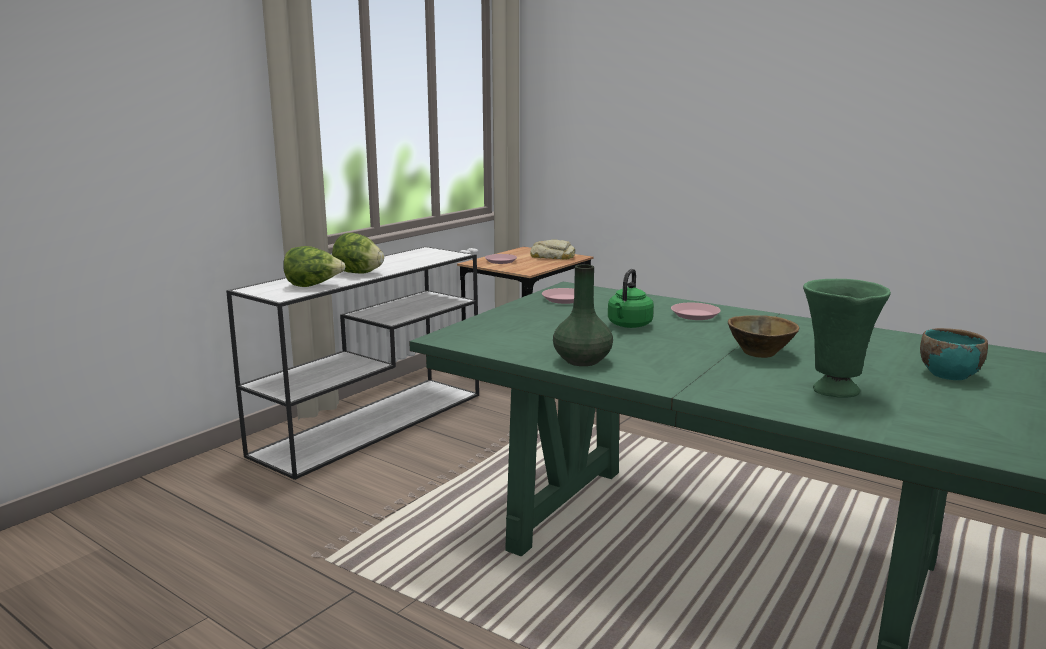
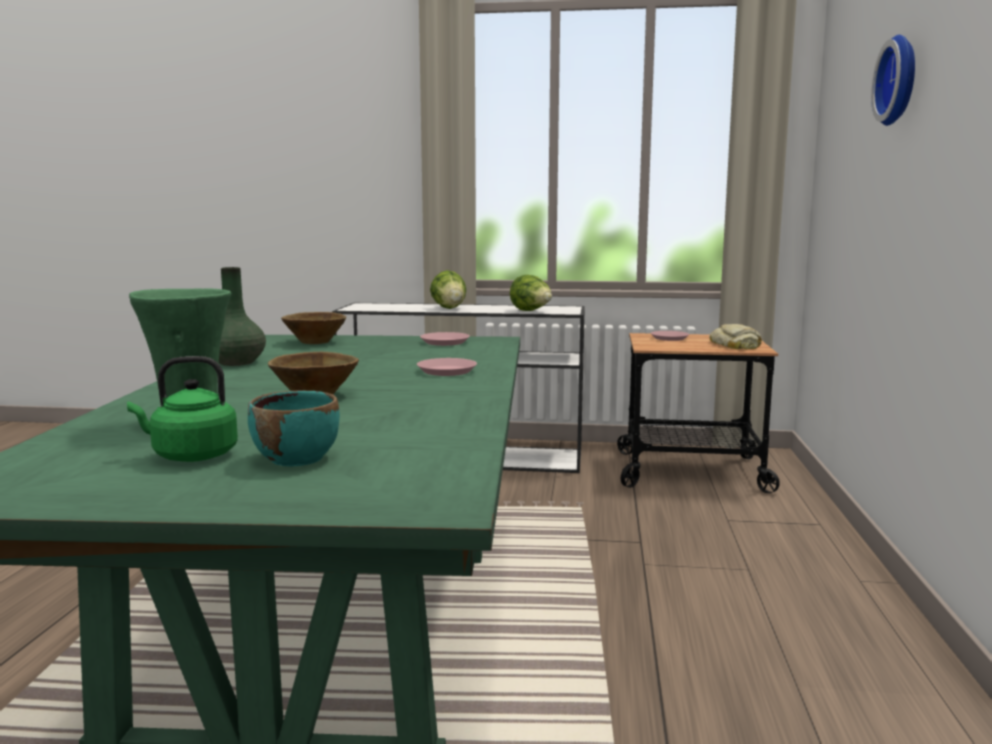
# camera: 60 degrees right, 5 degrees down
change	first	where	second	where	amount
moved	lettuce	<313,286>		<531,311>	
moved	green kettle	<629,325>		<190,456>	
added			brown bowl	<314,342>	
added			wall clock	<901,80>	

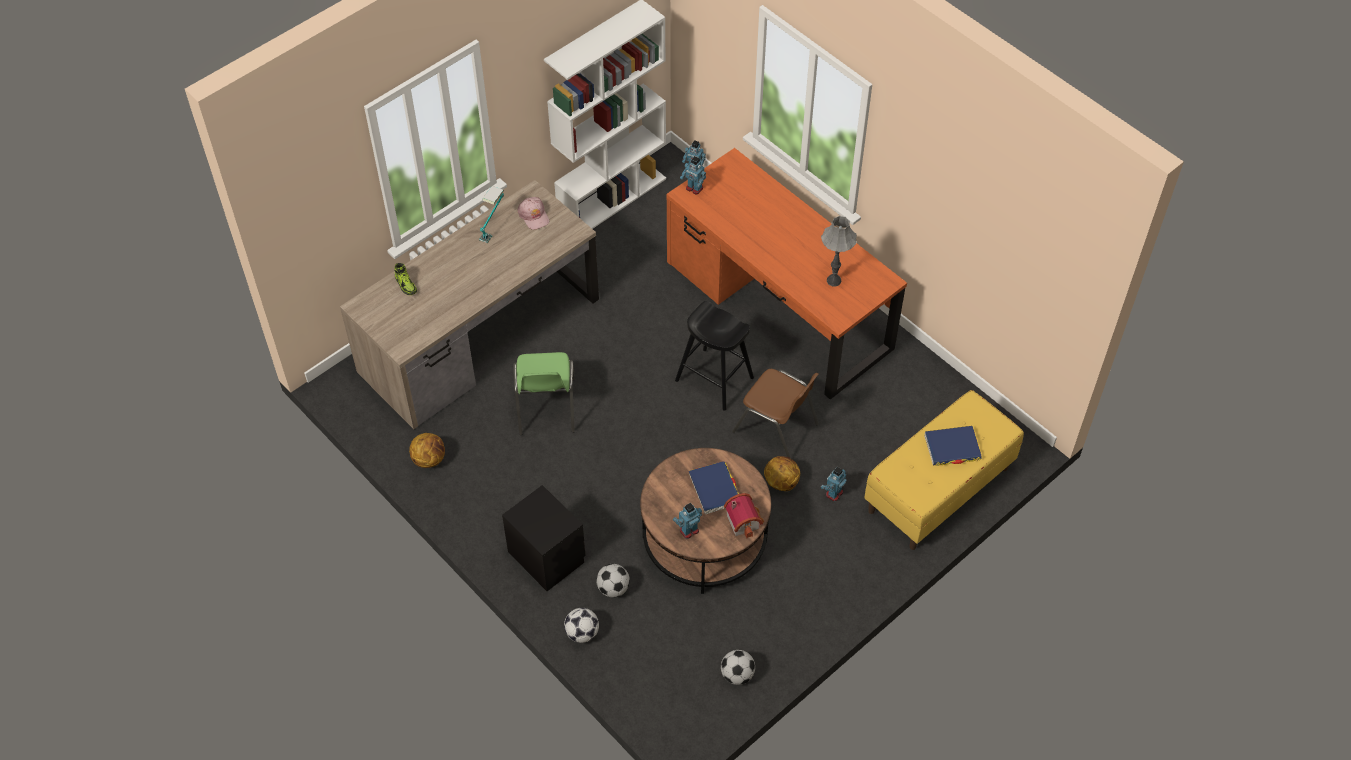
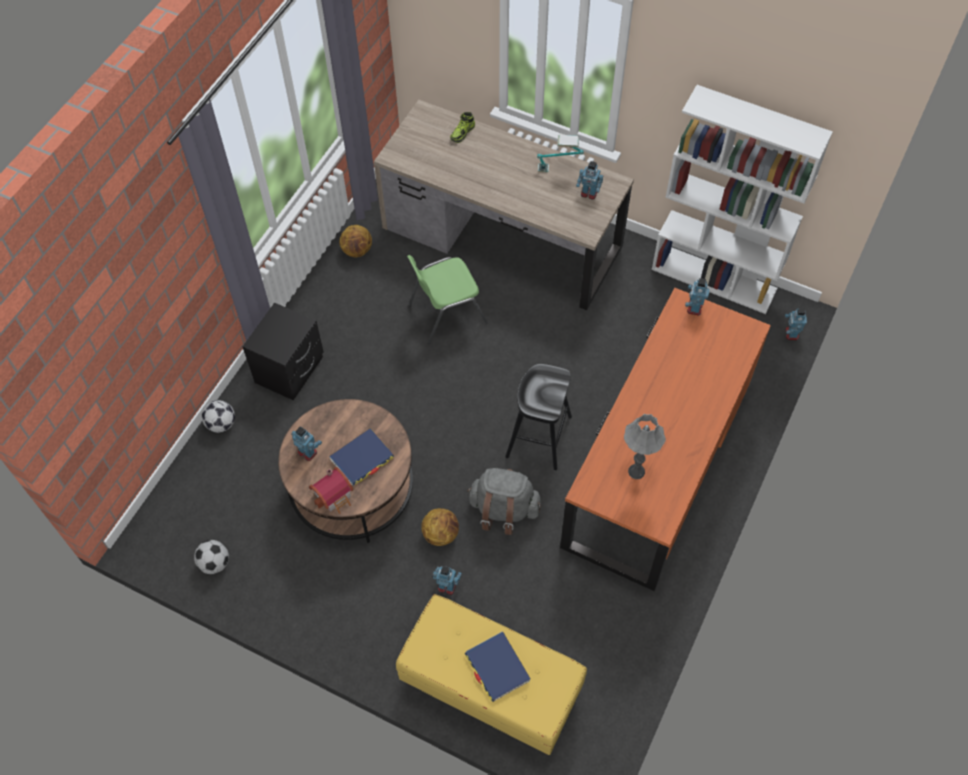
# camera: 70 degrees right, 5 degrees up
change	first	where	second	where	amount
replaced	pink cap	<534,216>	toy robot	<589,193>	
removed	football	<613,588>			
replaced	brown chair	<776,428>	grey backpack	<503,510>	

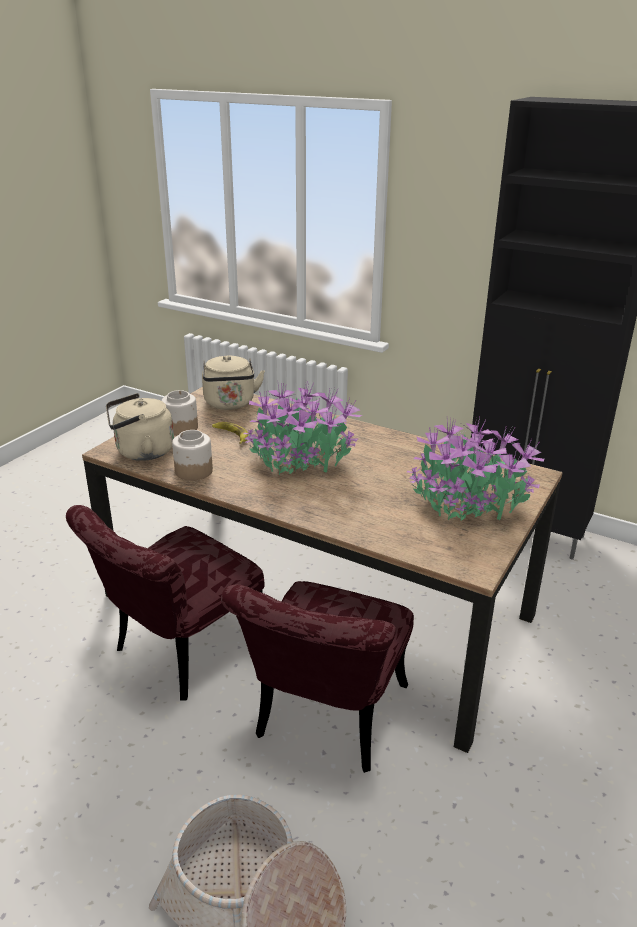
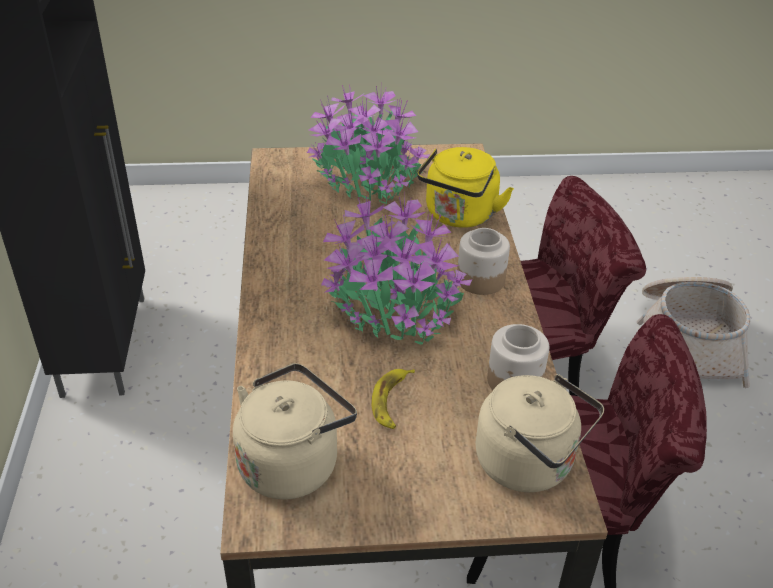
# camera: 125 degrees left, 10 degrees up
change	first	where	second	where	amount
moved	jar	<181,428>		<480,280>	
added			yellow kettle	<459,216>	

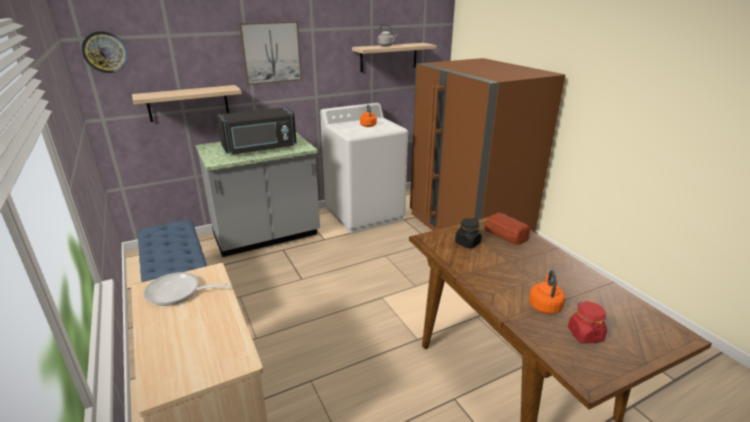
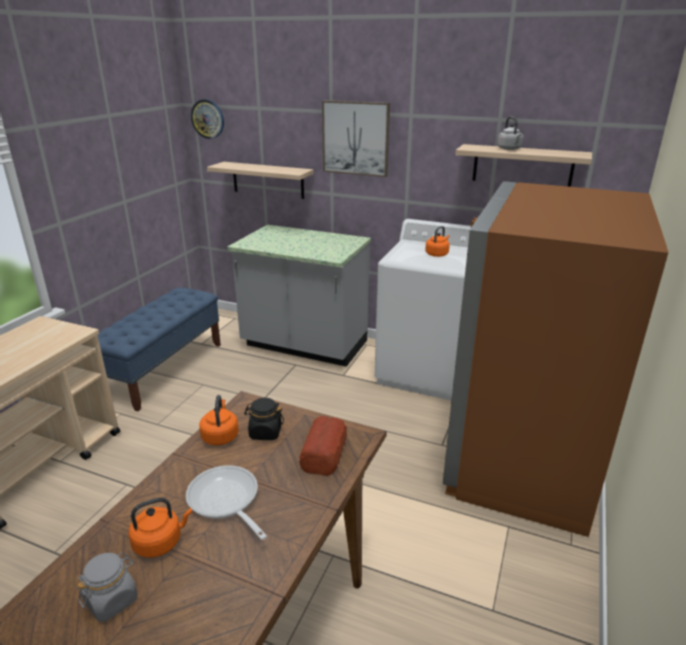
# camera: 50 degrees right, 0 degrees up
change	first	where	second	where	amount
moved	frying pan	<178,293>		<225,501>	
removed	black microwave	<260,148>			
recoloured	red jar	<584,334>	grey jar	<112,600>	
added			orange kettle	<220,436>	

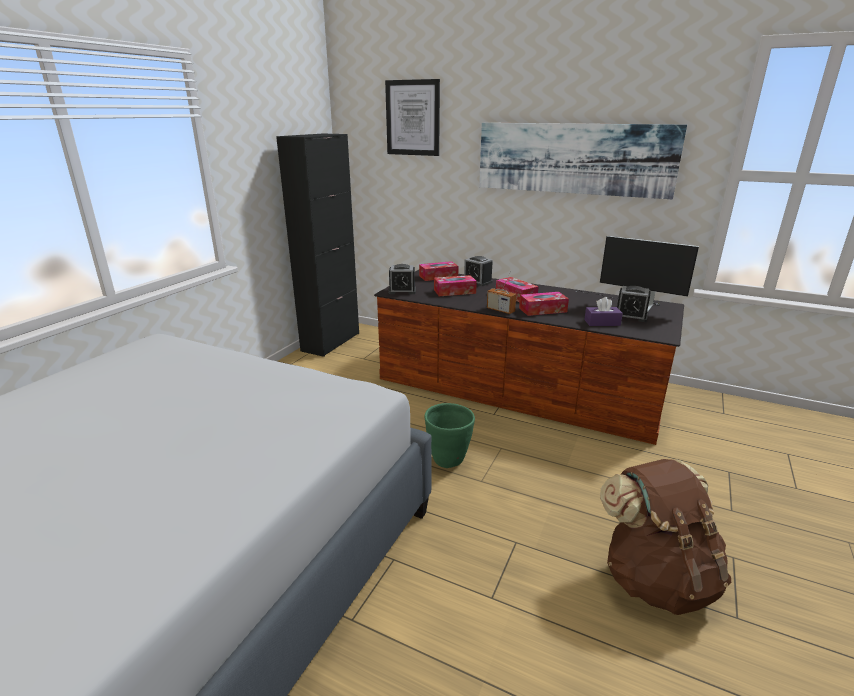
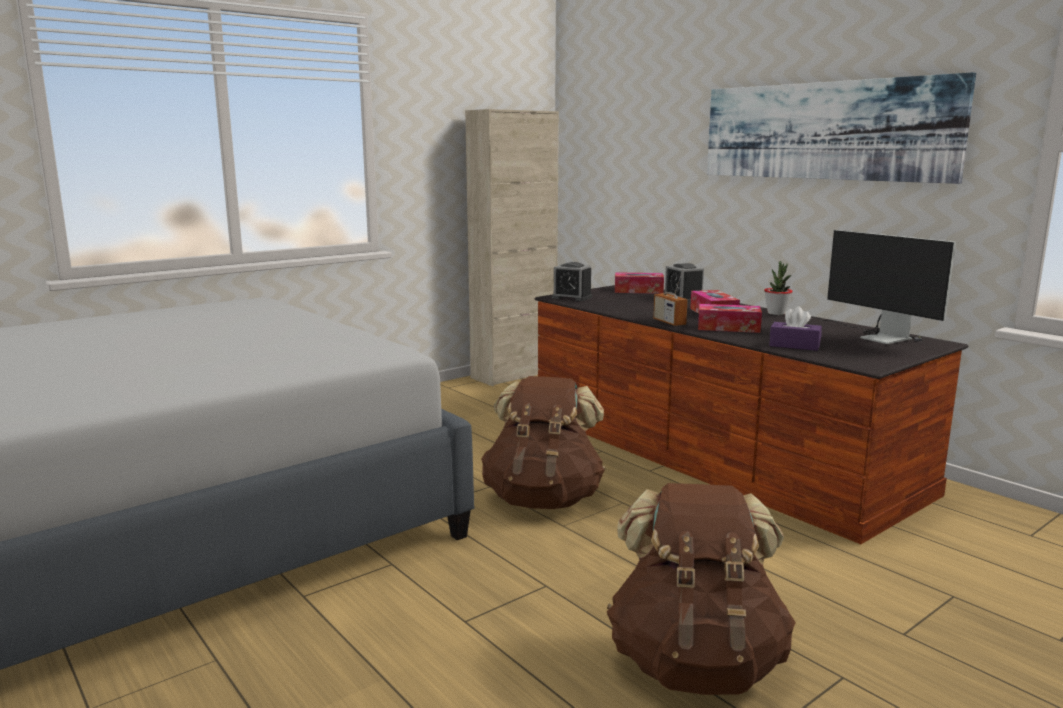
# camera: 25 degrees right, 10 degrees down
change	first	where	second	where	amount
recoloured	black cabinet	<331,342>	beige cabinet	<514,374>	
removed	picture	<413,118>			
replaced	green planter	<448,460>	brown backpack	<543,499>	
removed	tissue box	<454,291>			
removed	alarm clock	<630,316>			
added			potted plant	<776,313>	

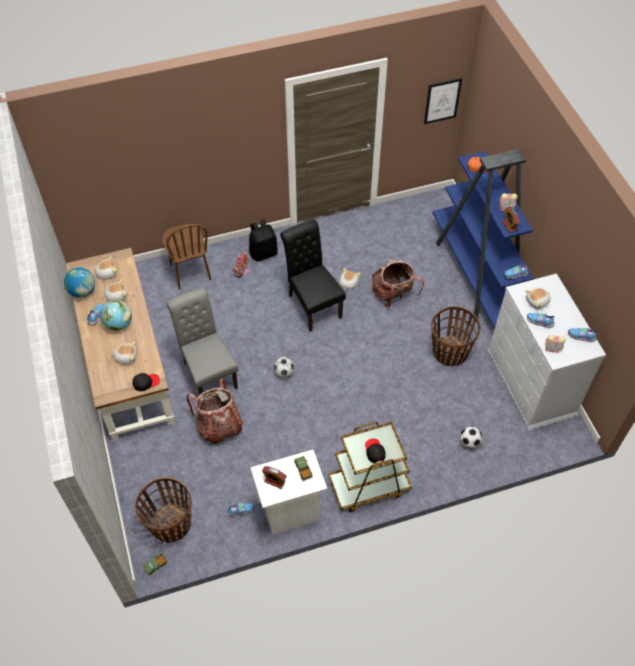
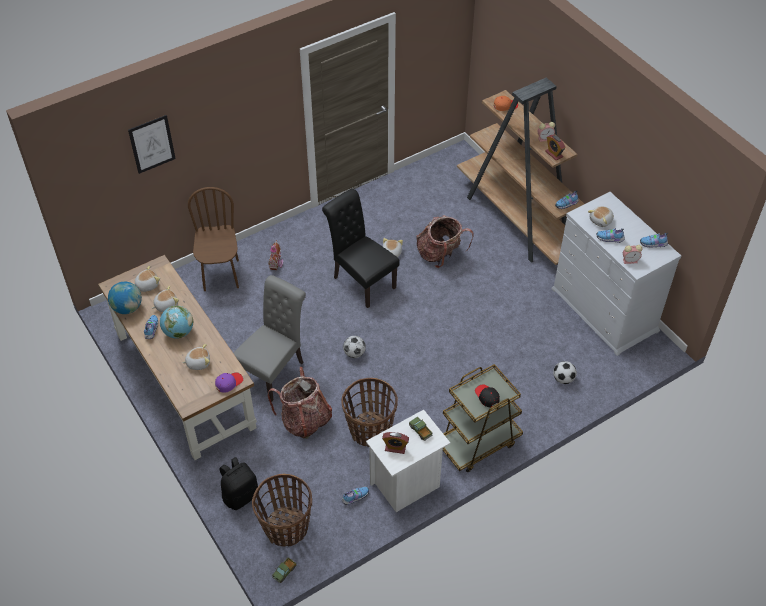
# camera: 15 degrees left, 5 degrees down
change	first	where	second	where	amount
recoloured	black cap	<146,382>	purple cap	<229,383>	
turned	brown chair	<190,272>		<220,275>	150 degrees counterclockwise
turned	grey chair	<208,372>		<274,370>	75 degrees clockwise
moved	black backpack	<263,253>		<240,495>	
moved	picture	<442,101>		<152,144>	
moved	basket	<450,352>		<370,430>	
recoloured	blue bookcase	<477,276>	brown bookcase	<518,221>	

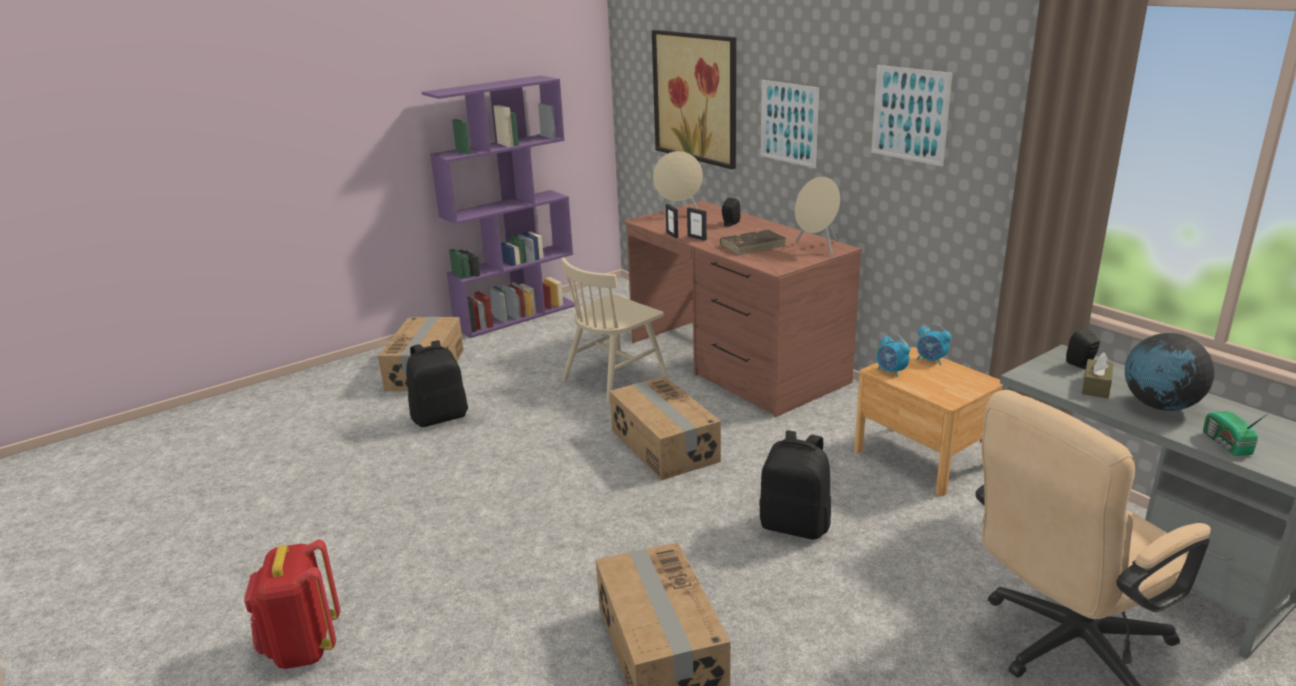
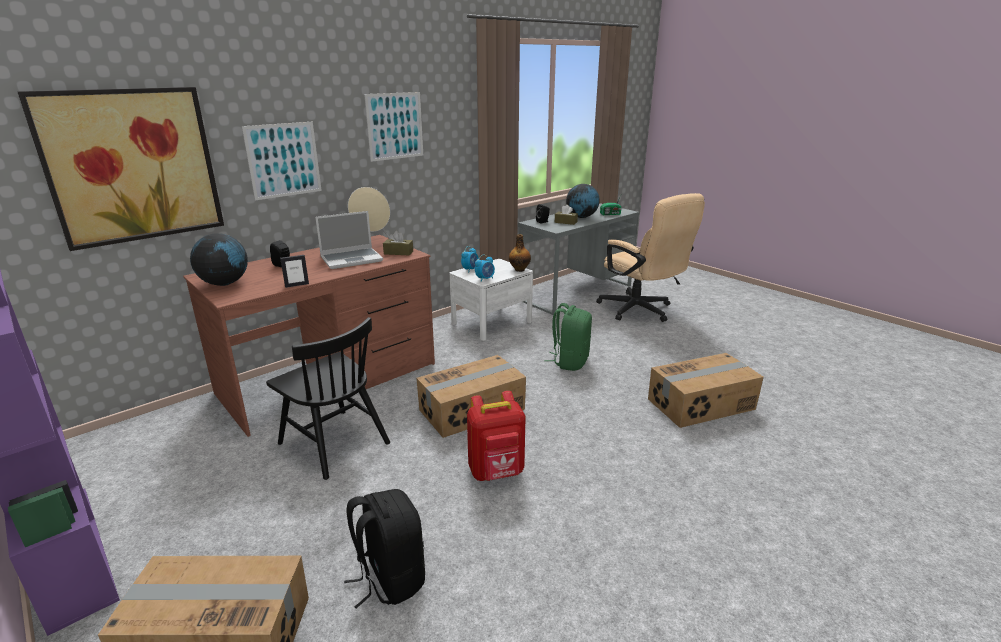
# camera: 95 degrees left, 0 degrees up
change	first	where	second	where	amount
moved	red backpack	<303,648>		<497,472>	
recoloured	beige chair	<615,378>	black chair	<334,443>	
replaced	beige speaker	<679,214>	globe	<224,283>	
removed	picture frame	<697,238>			
replaced	brown book	<753,245>	laptop	<352,259>	
recoloured	black backpack	<795,525>	green backpack	<569,362>	
recoloured	brown nightstand	<922,457>	white nightstand	<491,323>	
added			brown tissue box	<398,252>	
added			bottle	<519,269>	

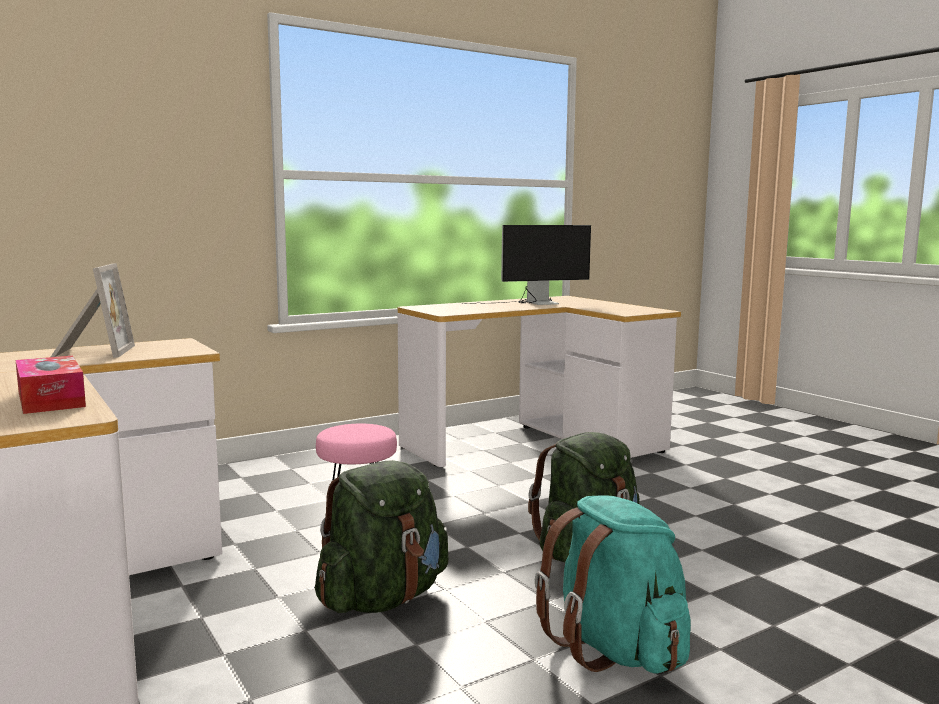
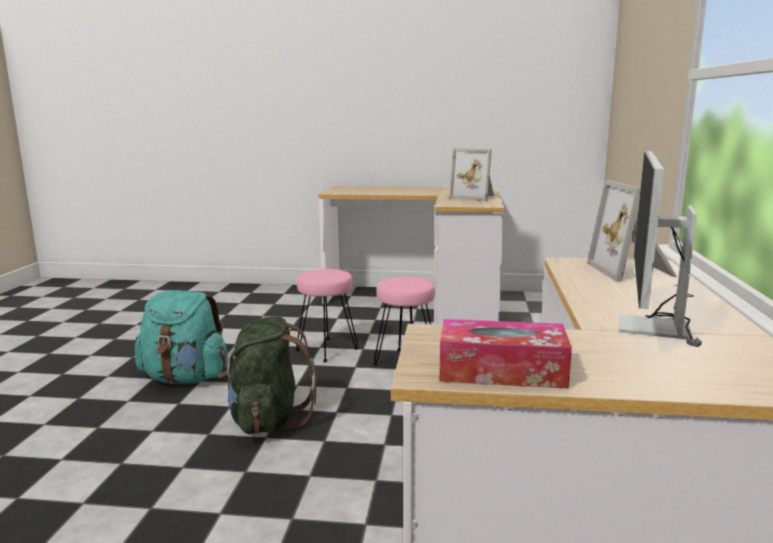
# camera: 130 degrees right, 5 degrees up
change	first	where	second	where	amount
moved	tissue box	<51,399>		<501,371>	
replaced	green backpack	<383,598>	pink stool	<327,350>	
added			picture frame	<633,271>	

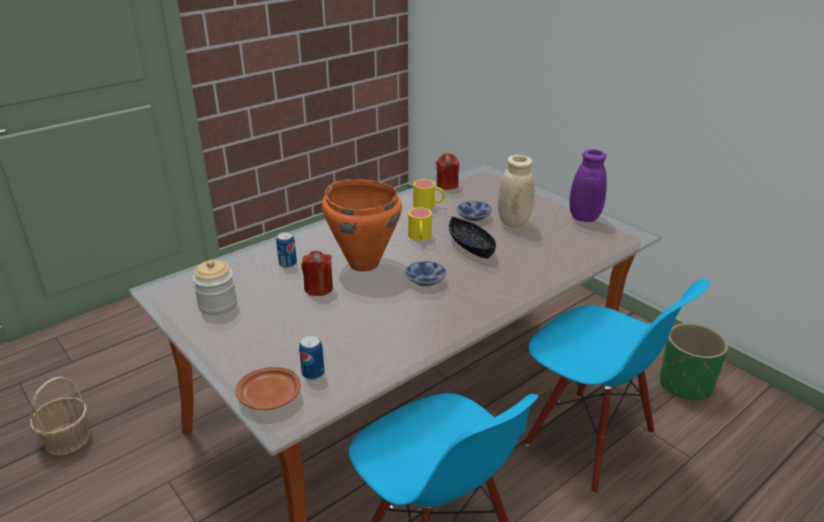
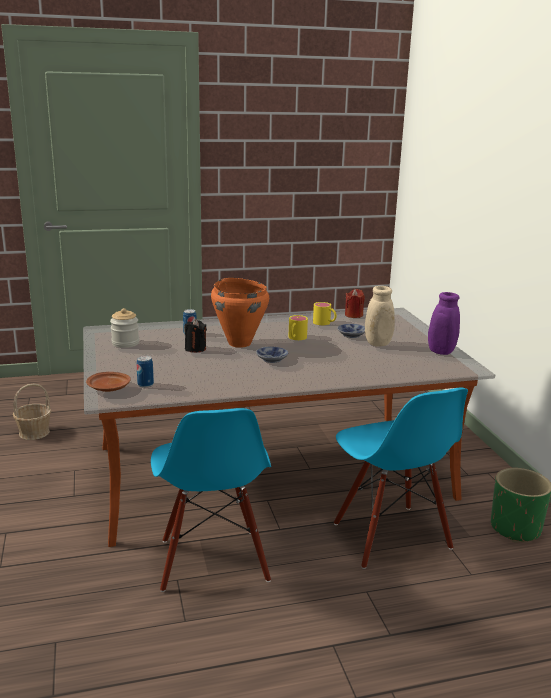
# camera: 25 degrees right, 10 degrees down
change	first	where	second	where	amount
recoloured	red candle	<318,288>	black candle	<195,348>	
removed	black bowl	<470,245>			

